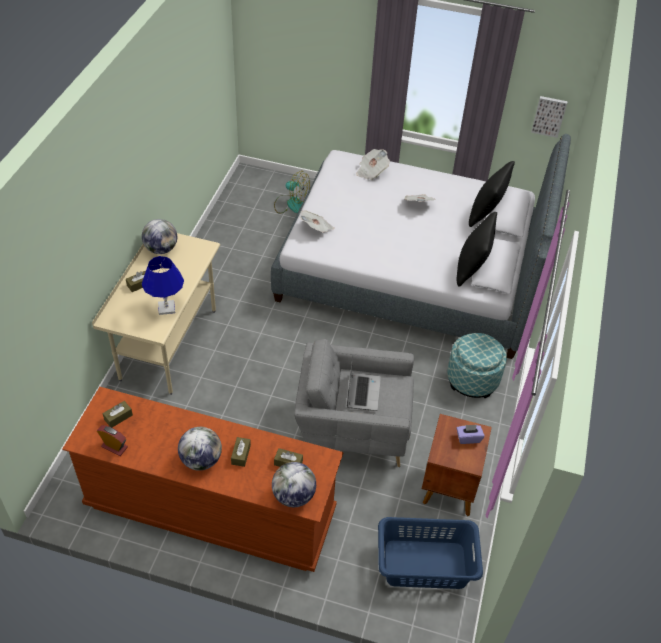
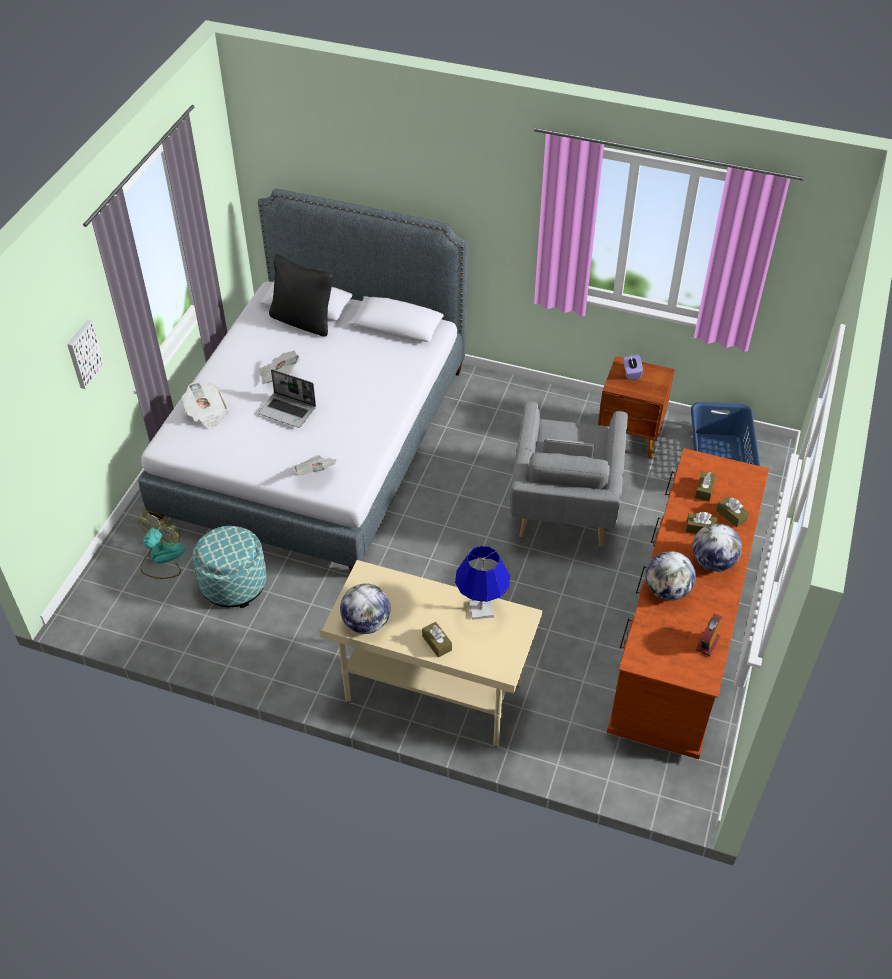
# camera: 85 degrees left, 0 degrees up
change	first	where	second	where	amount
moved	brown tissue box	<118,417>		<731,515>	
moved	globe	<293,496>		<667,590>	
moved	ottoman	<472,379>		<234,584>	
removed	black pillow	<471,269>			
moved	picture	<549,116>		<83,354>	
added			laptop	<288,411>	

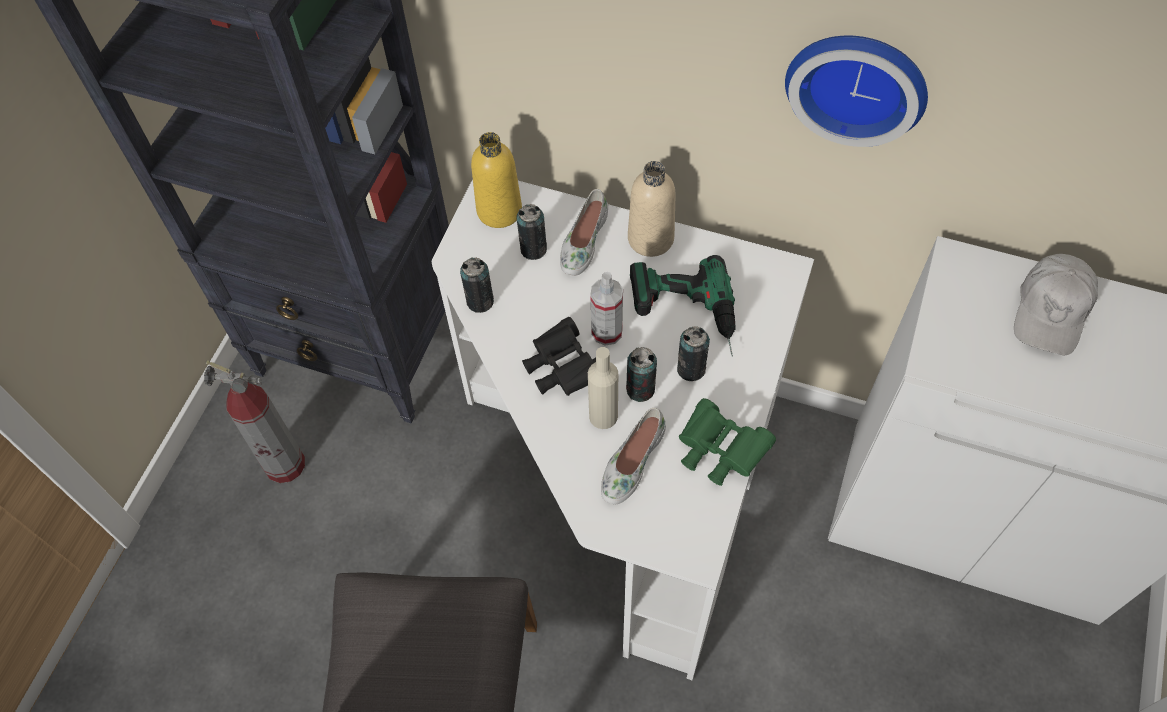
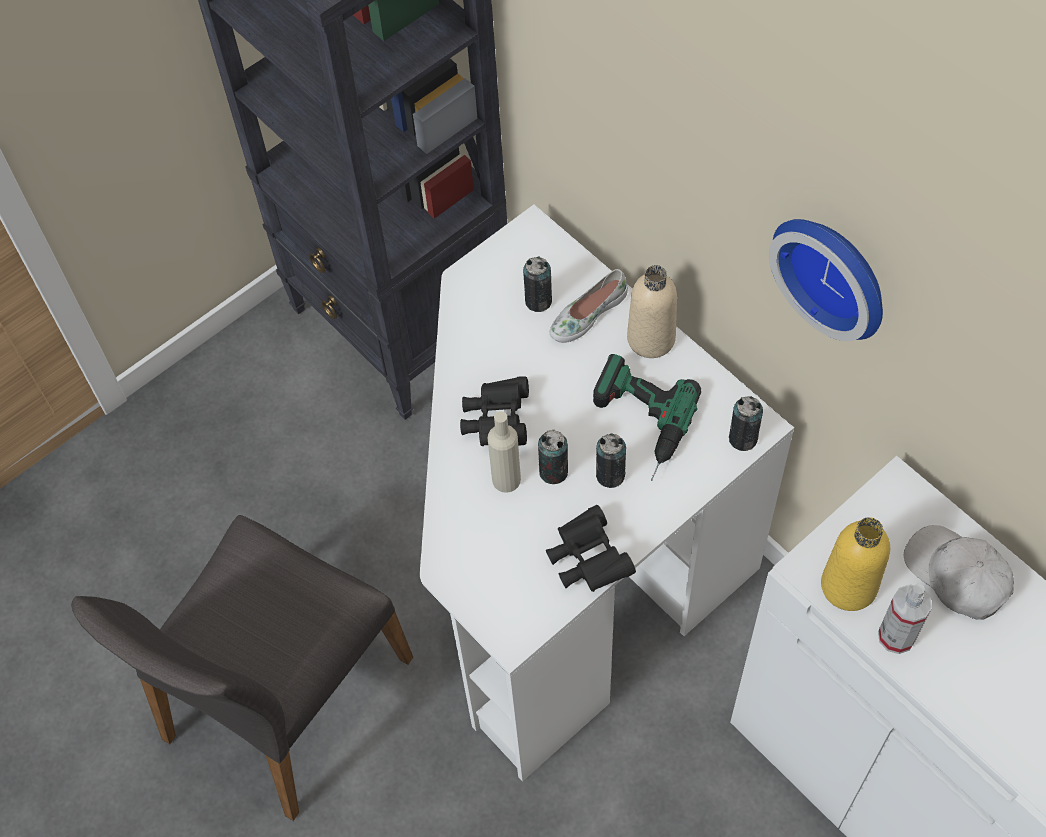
# camera: 30 degrees right, 0 degrees up
change	first	where	second	where	amount
removed	fire extinguisher	<285,464>			
moved	can	<480,301>		<743,438>	
moved	yellow bottle	<499,210>		<848,586>	
moved	spray bottle	<607,332>		<896,636>	
removed	white shoe	<631,461>			
recoloured	green binoculars	<719,451>	black binoculars	<587,559>	
turned	white cap	<1051,311>		<957,576>	90 degrees clockwise

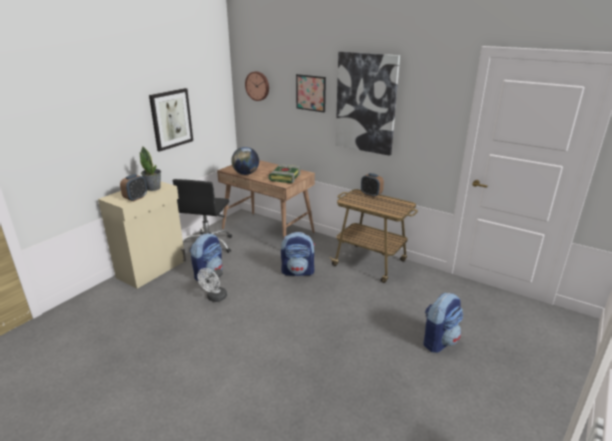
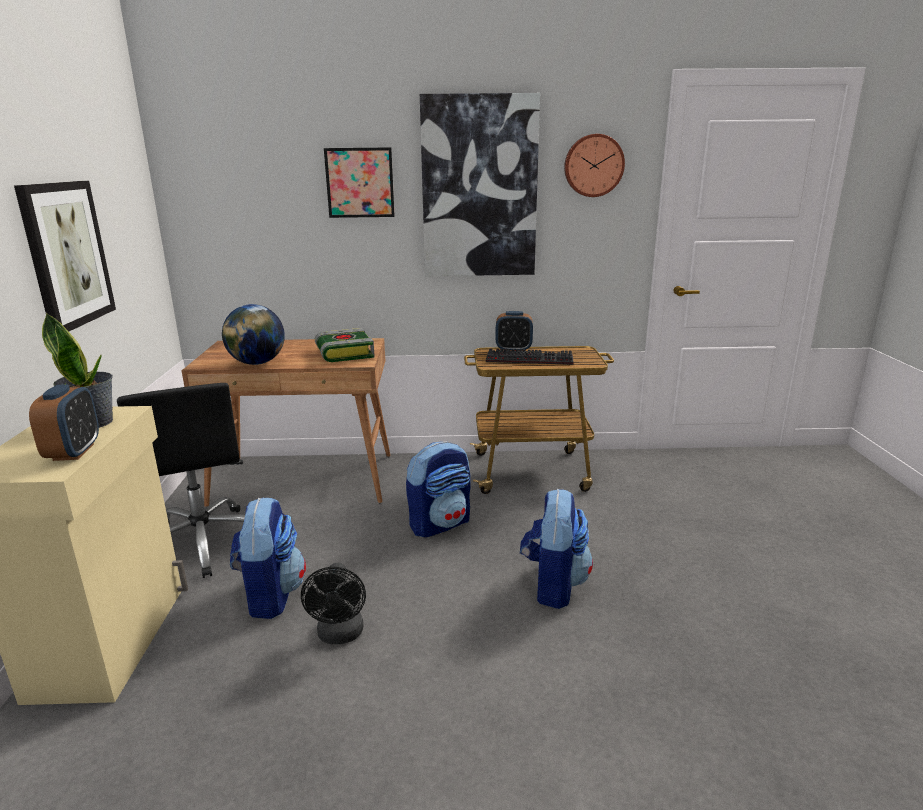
# camera: 35 degrees left, 5 degrees down
change	first	where	second	where	amount
recoloured	white fan	<215,298>	black fan	<340,635>	
moved	wall clock	<258,86>		<593,165>	
moved	backpack	<438,341>		<553,585>	
added			keyboard	<531,359>	

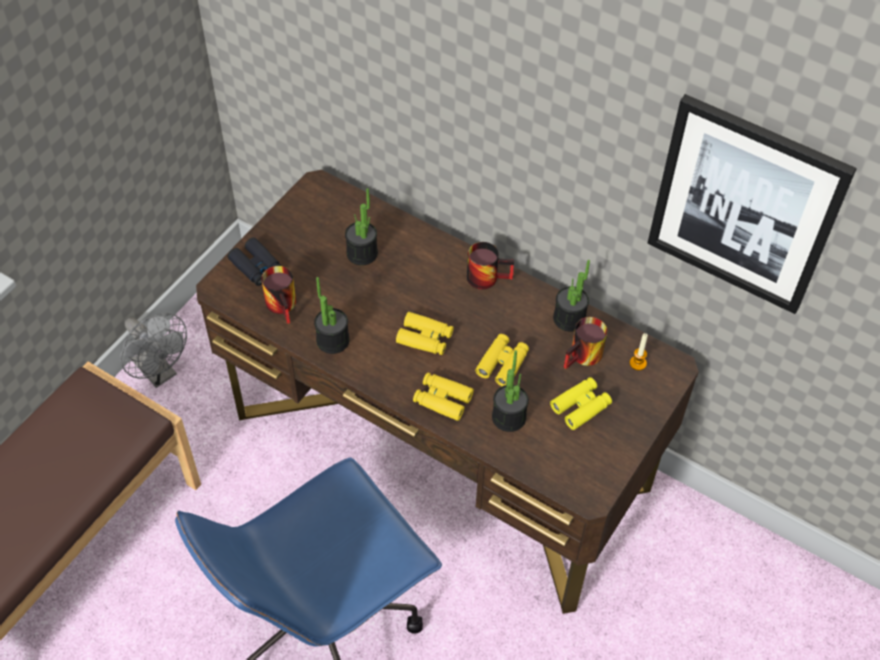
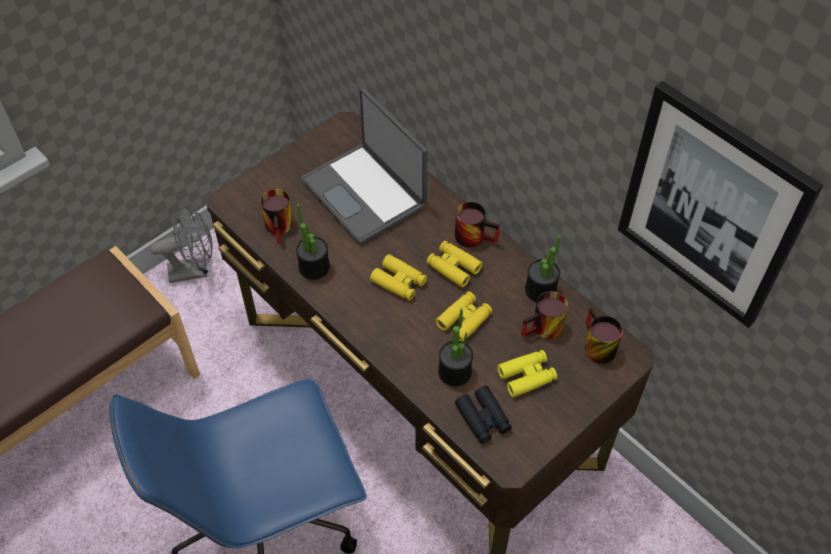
# camera: 15 degrees right, 0 degrees up
change	first	where	second	where	amount
turned	grey fan	<159,373>		<194,270>	75 degrees counterclockwise
moved	black binoculars	<256,266>		<483,418>	
replaced	potted plant	<362,253>	laptop	<365,193>	
moved	yellow binoculars	<442,400>		<453,267>	
replaced	candle	<638,363>	mug	<595,346>	

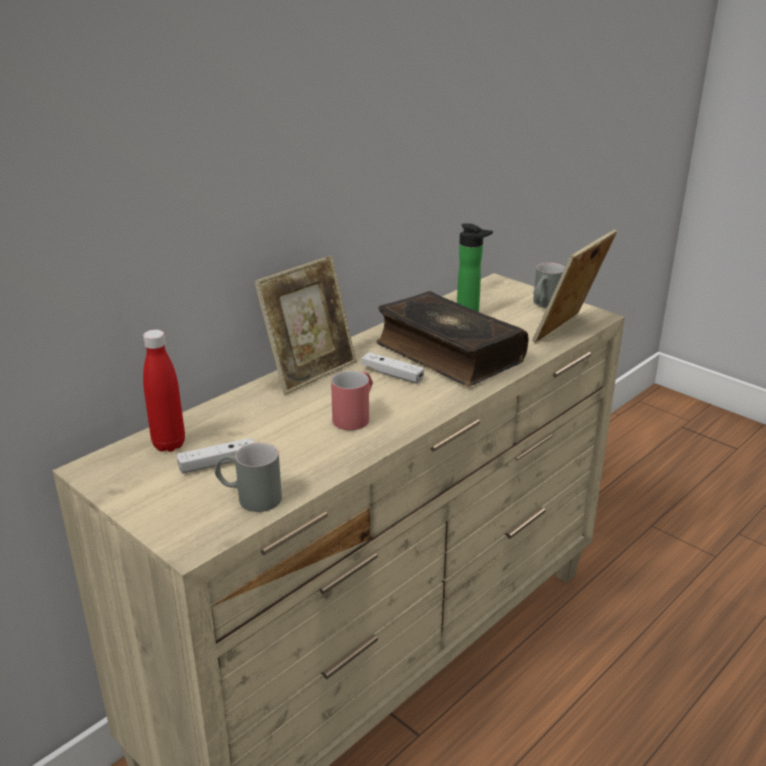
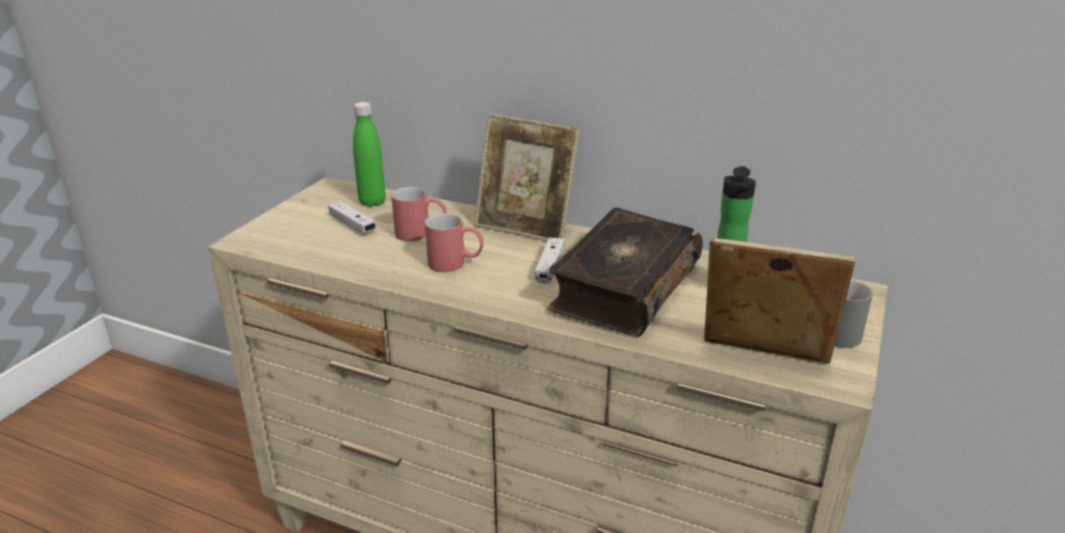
# camera: 70 degrees right, 0 degrees up
change	first	where	second	where	amount
recoloured	red bottle	<169,444>	green bottle	<372,202>	
removed	grey mug	<249,498>			
added			red mug	<421,234>	

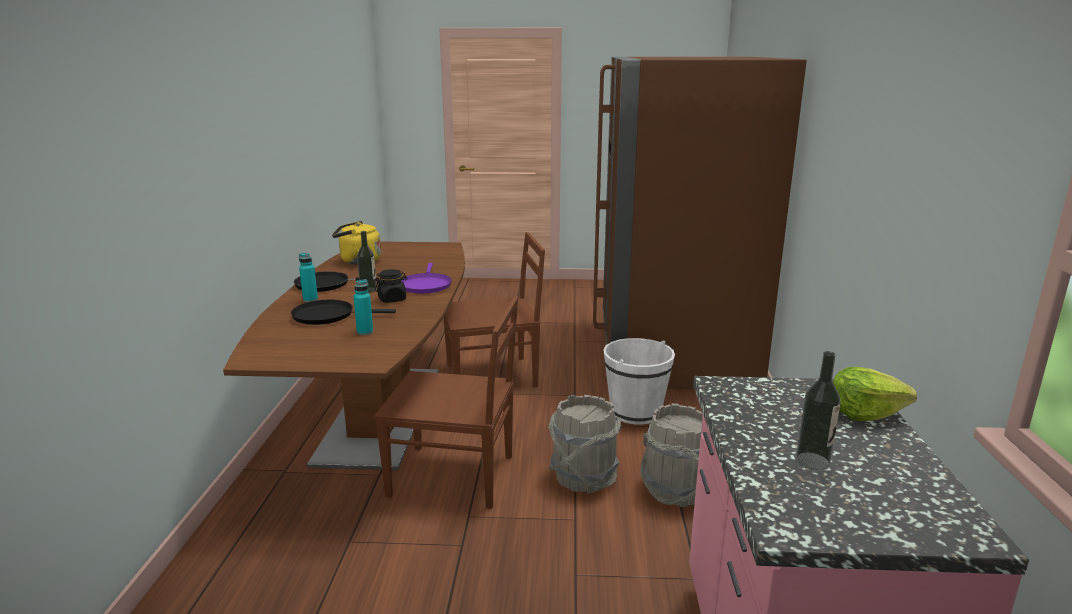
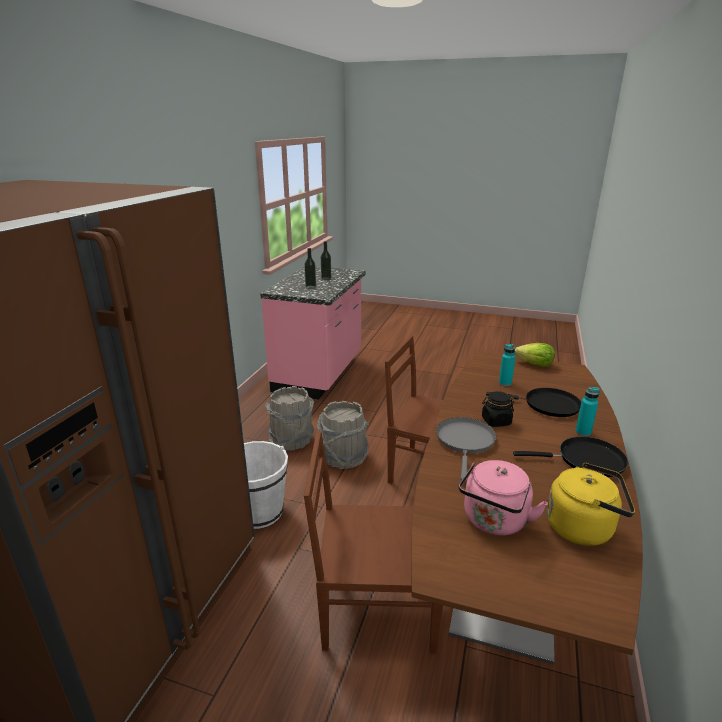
# camera: 165 degrees left, 5 degrees up
change	first	where	second	where	amount
moved	bottle	<368,290>		<310,287>	
recoloured	purple frying pan	<425,285>	grey frying pan	<465,441>	
moved	lettuce	<864,412>		<535,364>	
added			pink kettle	<494,522>	

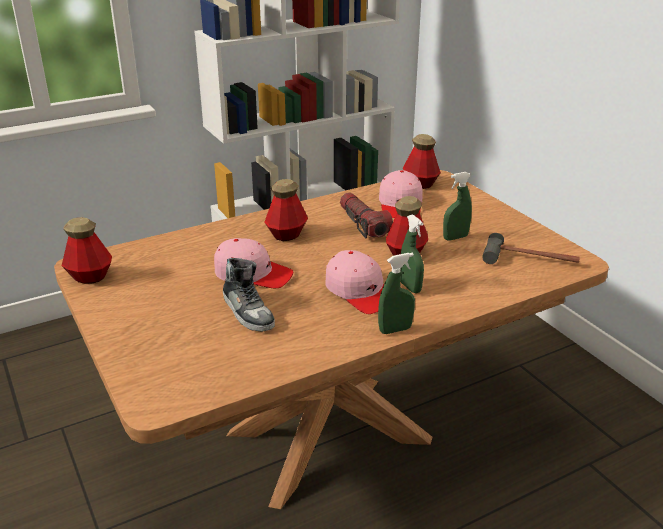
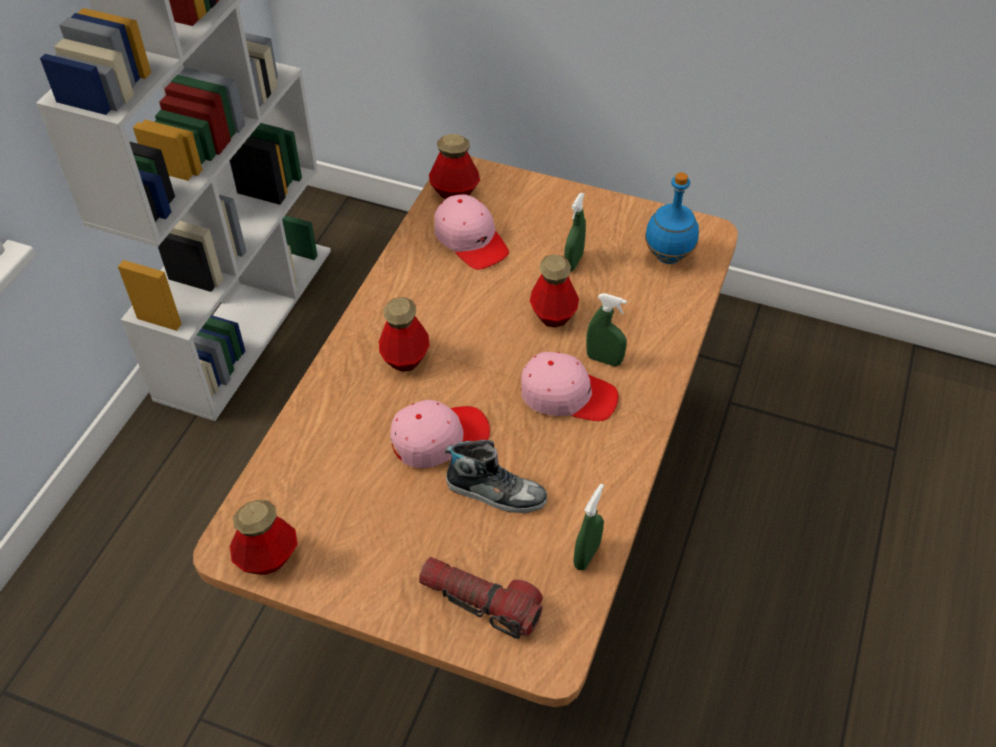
# camera: 40 degrees left, 20 degrees up
change	first	where	second	where	amount
moved	flashlight	<363,224>		<480,602>	
moved	green spray bottle	<395,330>		<586,555>	
replaced	hammer	<530,260>	blue bottle	<667,256>	

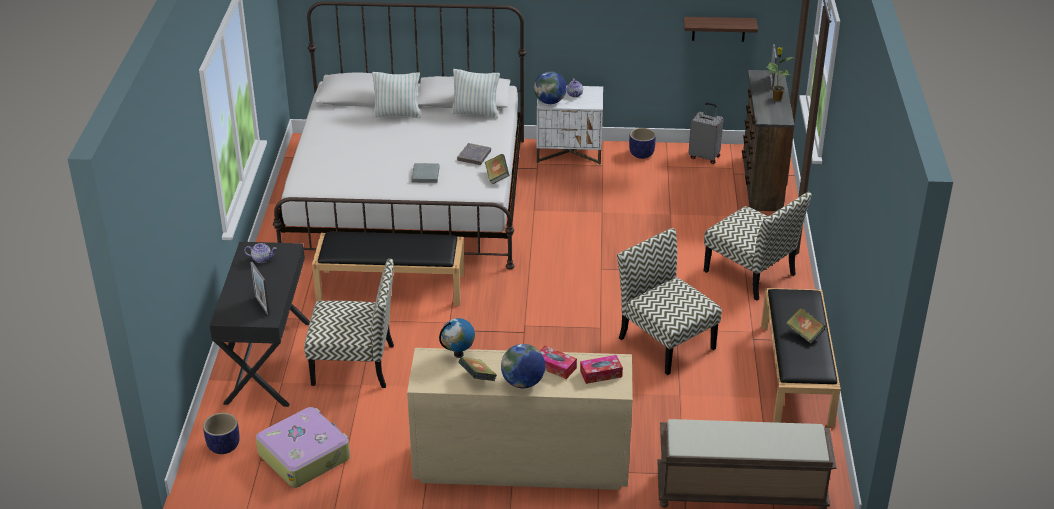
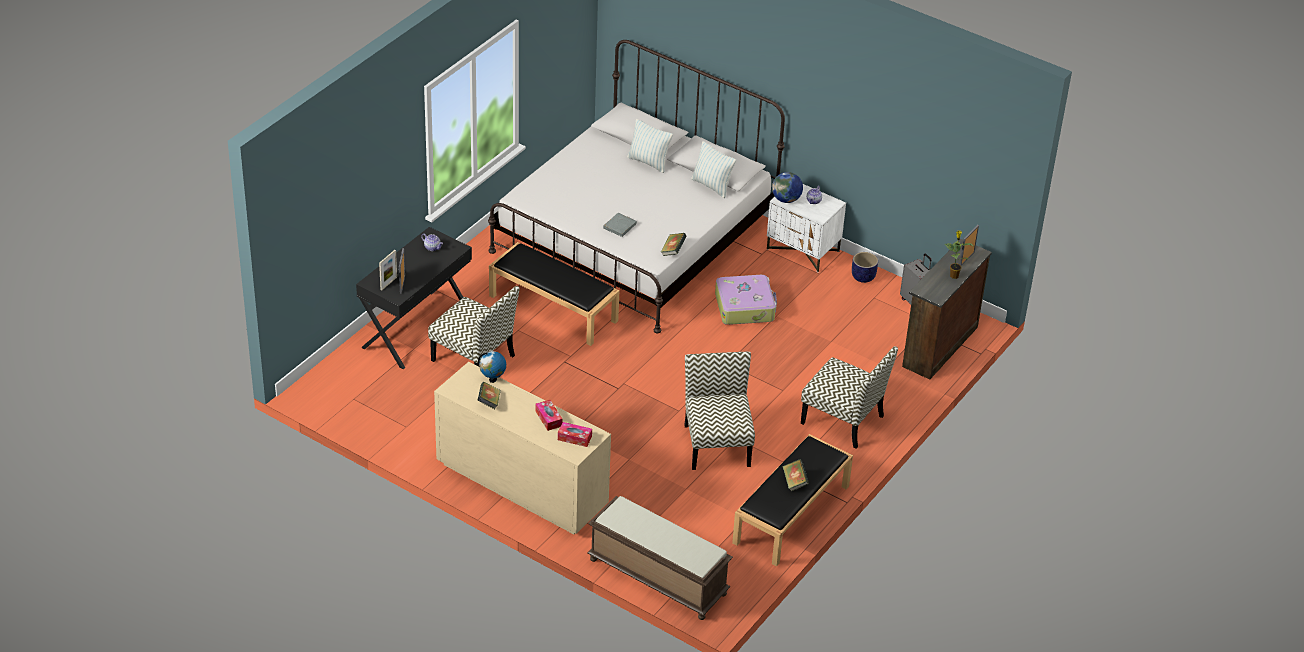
# camera: 30 degrees right, 5 degrees up
change	first	where	second	where	amount
removed	planter	<223,446>			
moved	suitcase	<304,455>		<745,307>	
removed	grey book	<474,156>			
removed	globe	<523,383>			
removed	shelf	<718,29>			
turned	chair	<751,273>		<844,420>	45 degrees counterclockwise
added			picture frame	<388,283>	

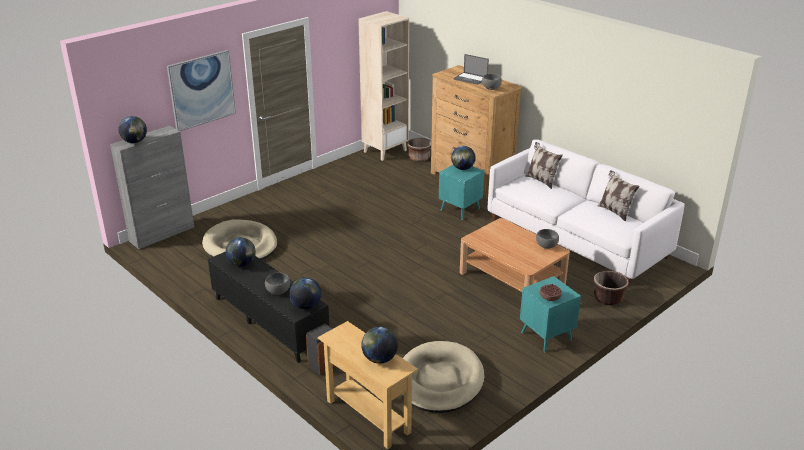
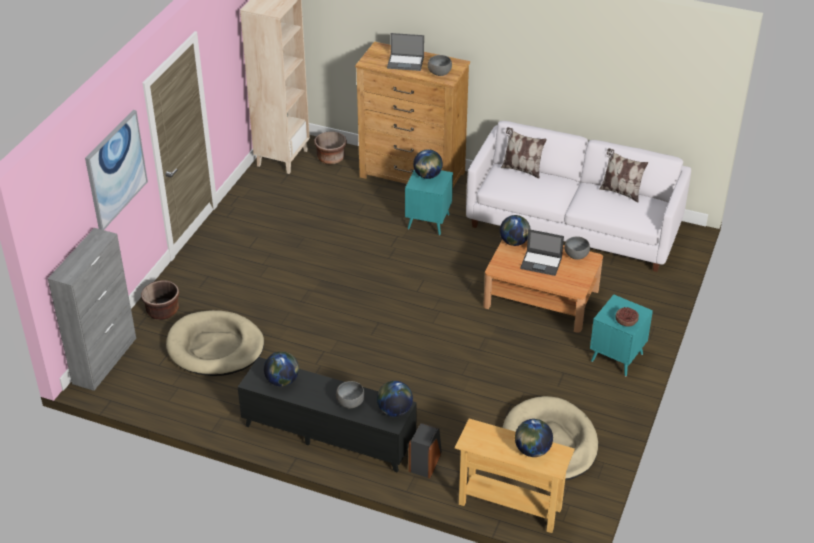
# camera: 25 degrees left, 10 degrees up
change	first	where	second	where	amount
moved	globe	<135,142>		<514,242>	
moved	brown planter	<608,298>		<163,311>	
added			laptop	<541,263>	

